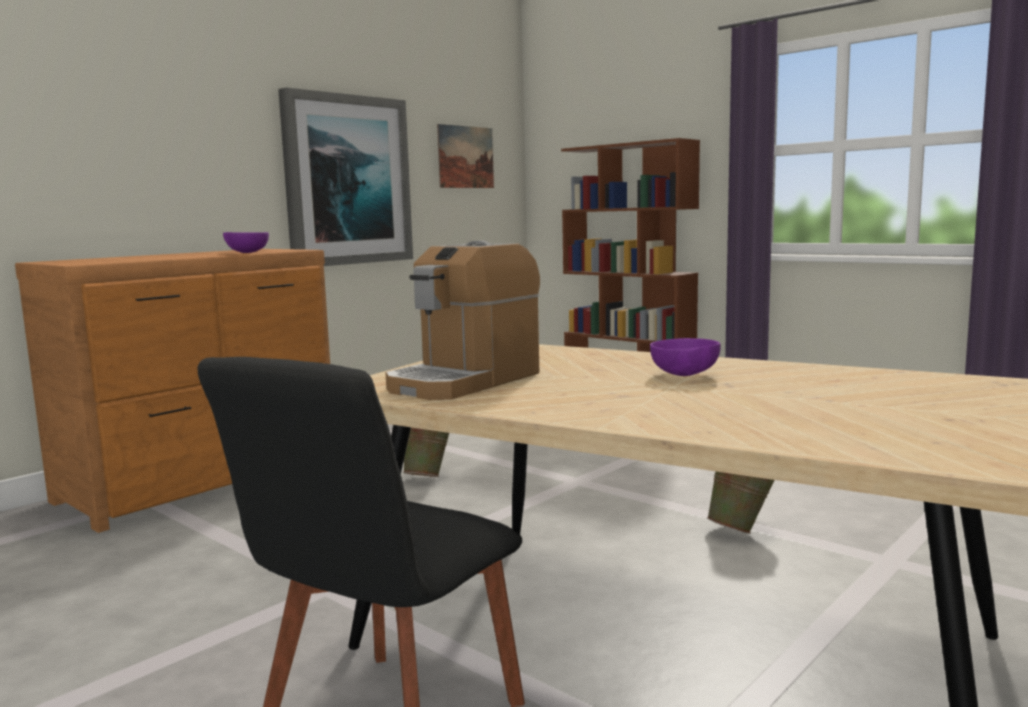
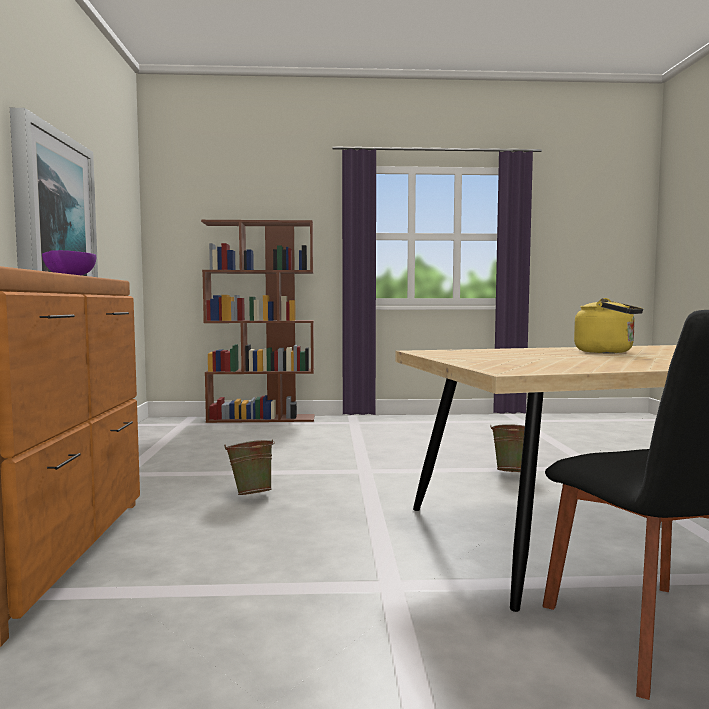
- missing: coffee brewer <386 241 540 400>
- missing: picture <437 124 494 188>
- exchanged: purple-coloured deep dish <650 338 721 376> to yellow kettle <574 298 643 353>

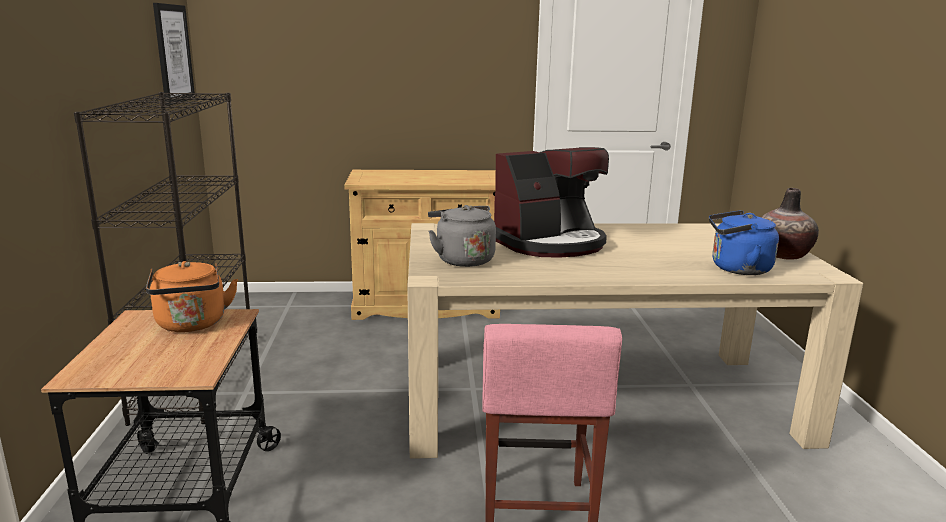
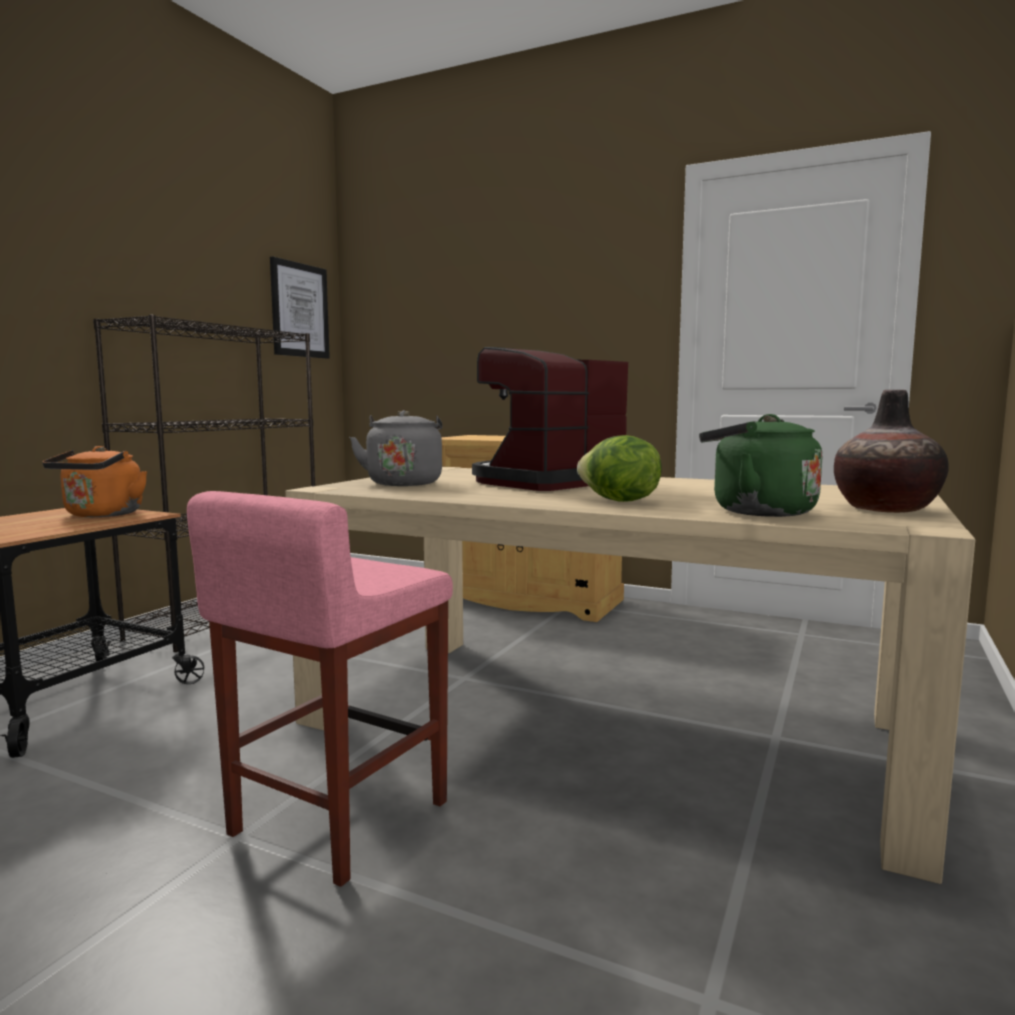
- spun: coffee brewer <494 147 609 258> = <472 347 628 491> 135 degrees clockwise
- colour: blue kettle <709 210 779 275> to green kettle <699 414 822 517>
- appeared: lettuce <577 435 662 502>

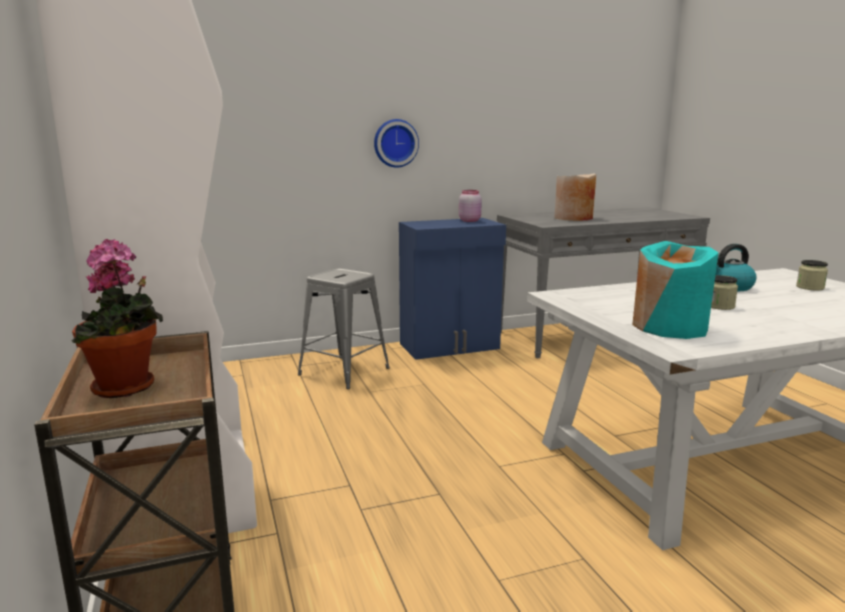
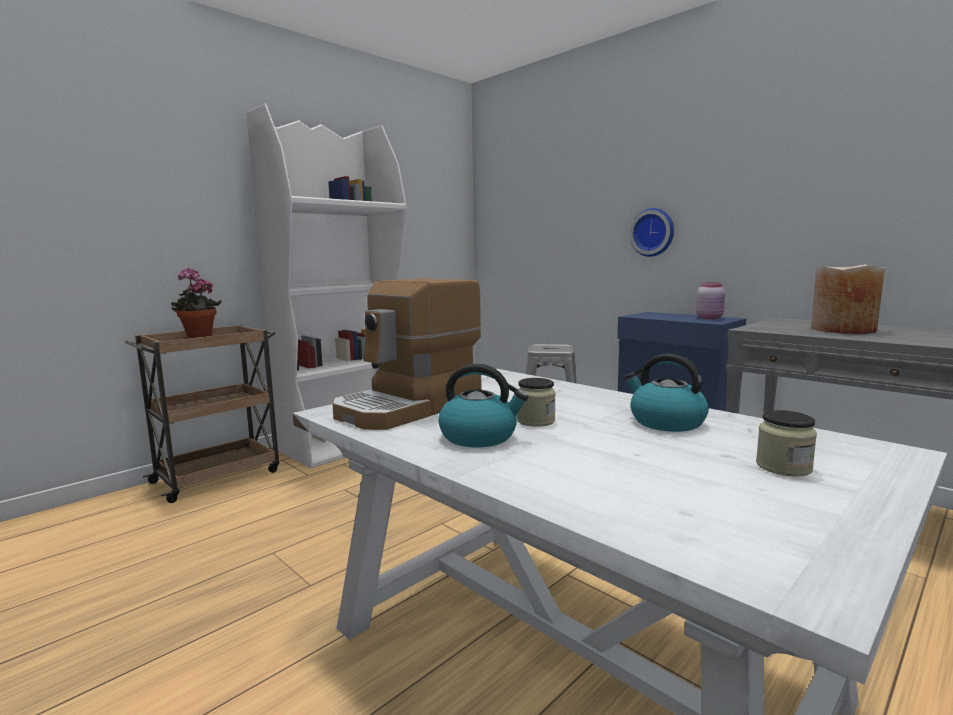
- exchanged: turquoise flower vase <632 241 719 339> to coffee brewer <332 279 482 430>
- appeared: kettle <438 364 529 447>

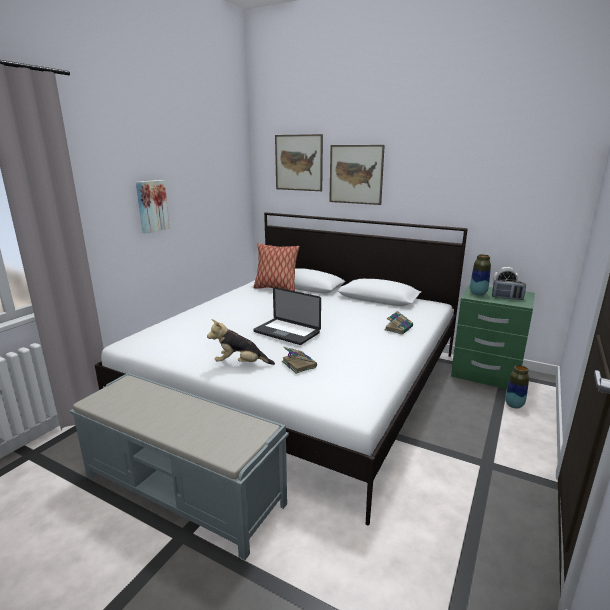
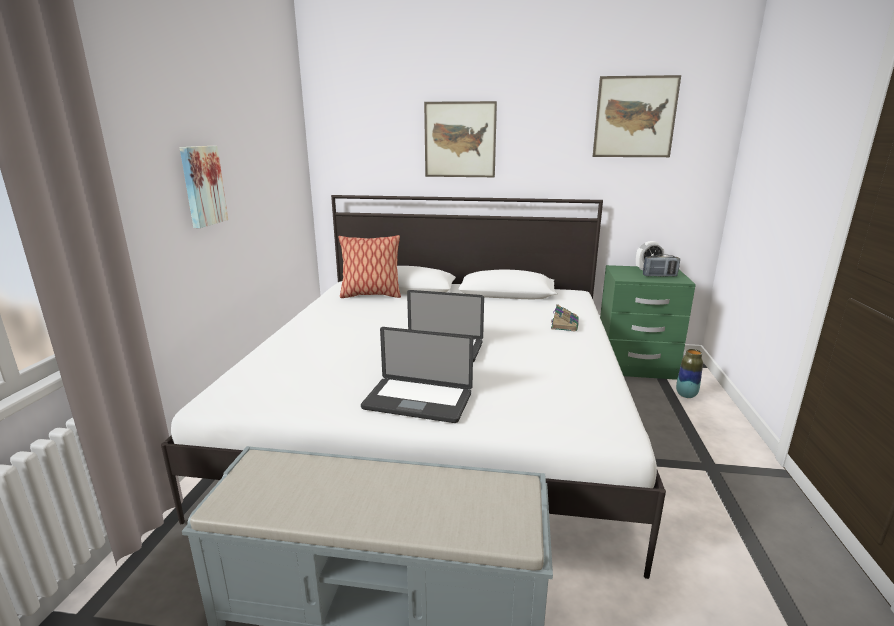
- exchanged: soft toy <207 319 275 365> to notebook computer <361 327 473 423>
- relocated: picture <275 134 323 191> to <592 75 681 157>
- missing: book <282 347 317 374>
- missing: flower vase <470 254 491 296>

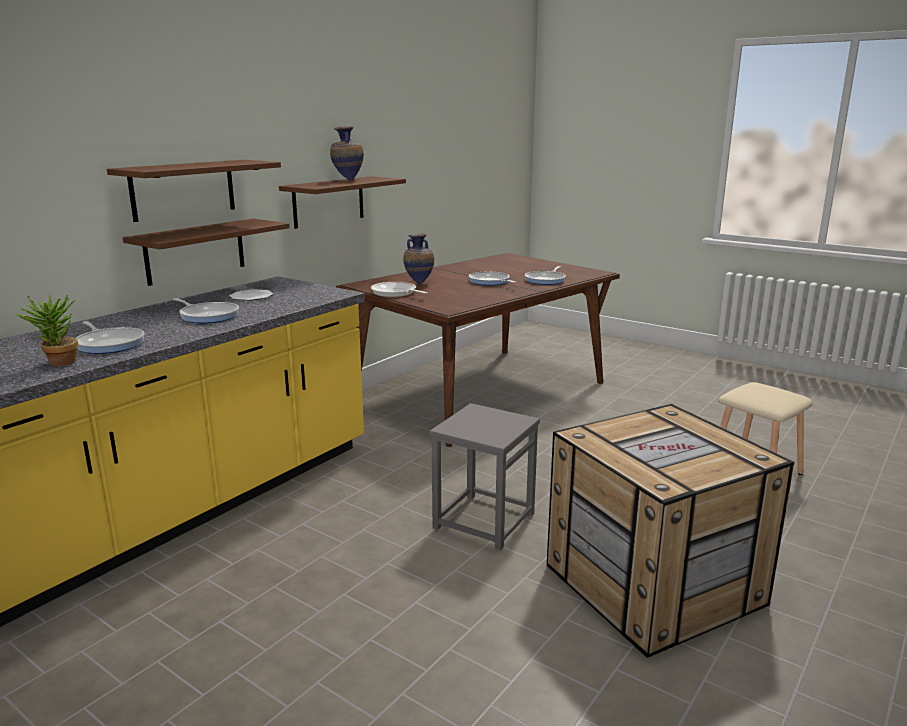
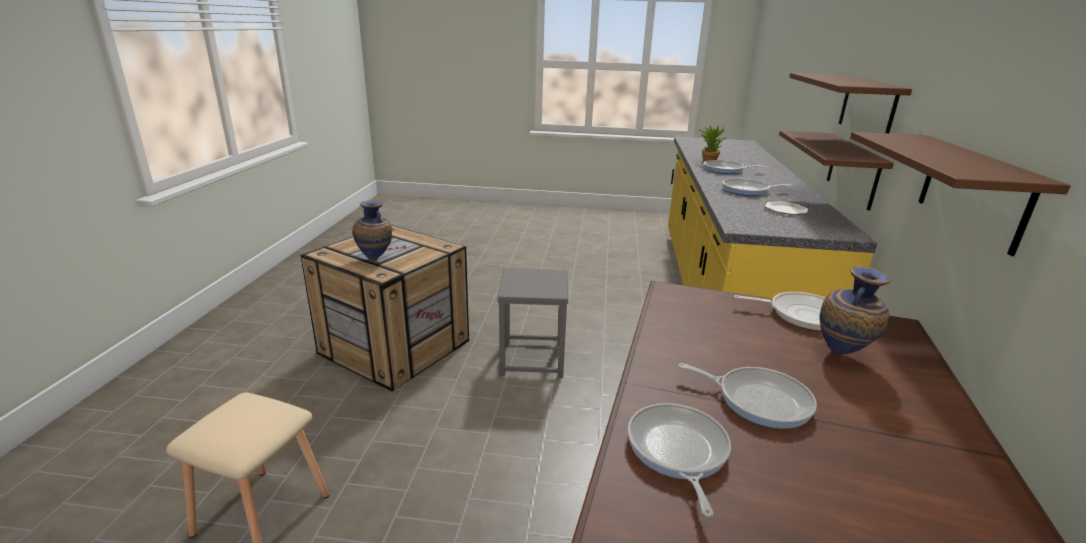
- relocated: flower vase <330 126 364 181> to <353 201 392 261>

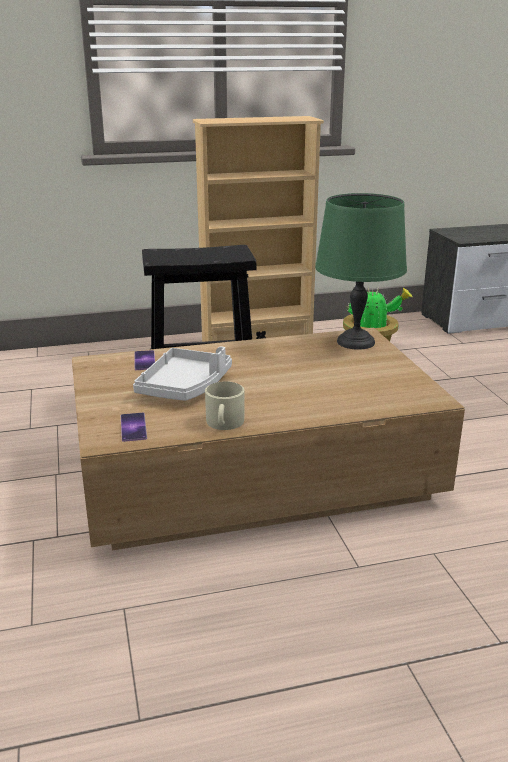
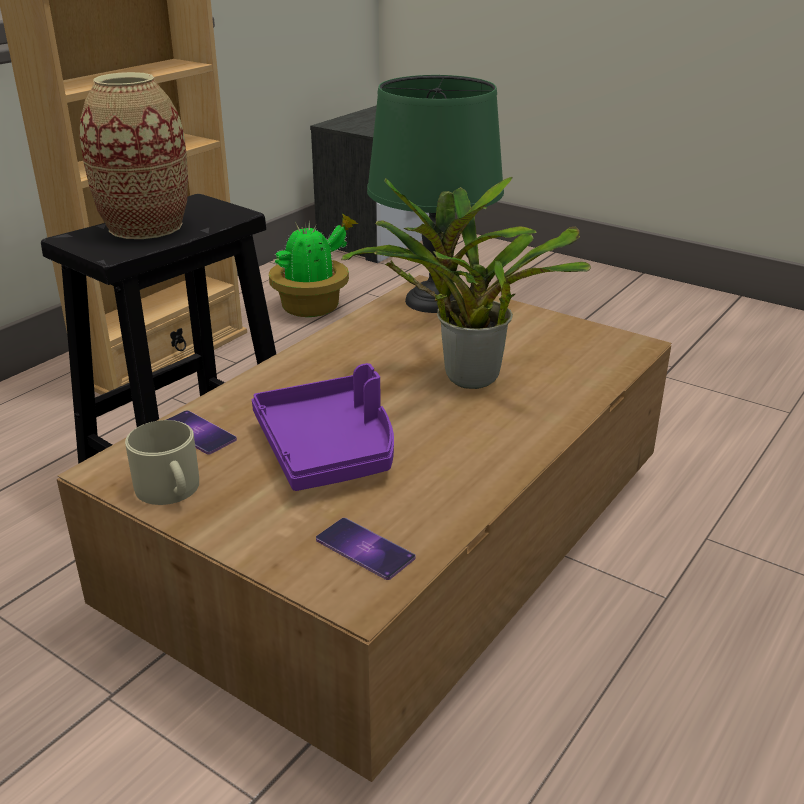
- colour: greyish carrying tray <133 347 232 401> to purple-coloured carrying tray <252 363 394 491>
- relocated: beige-coloured mug <205 381 244 430> to <125 420 199 505>
- appeared: flower vase <80 72 188 239>
- appeared: plant in a pot <341 176 591 389>

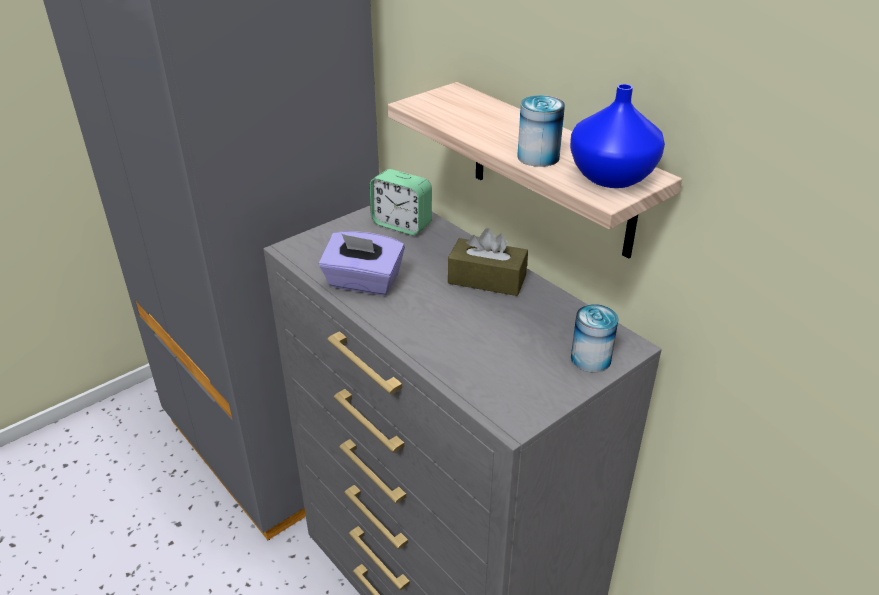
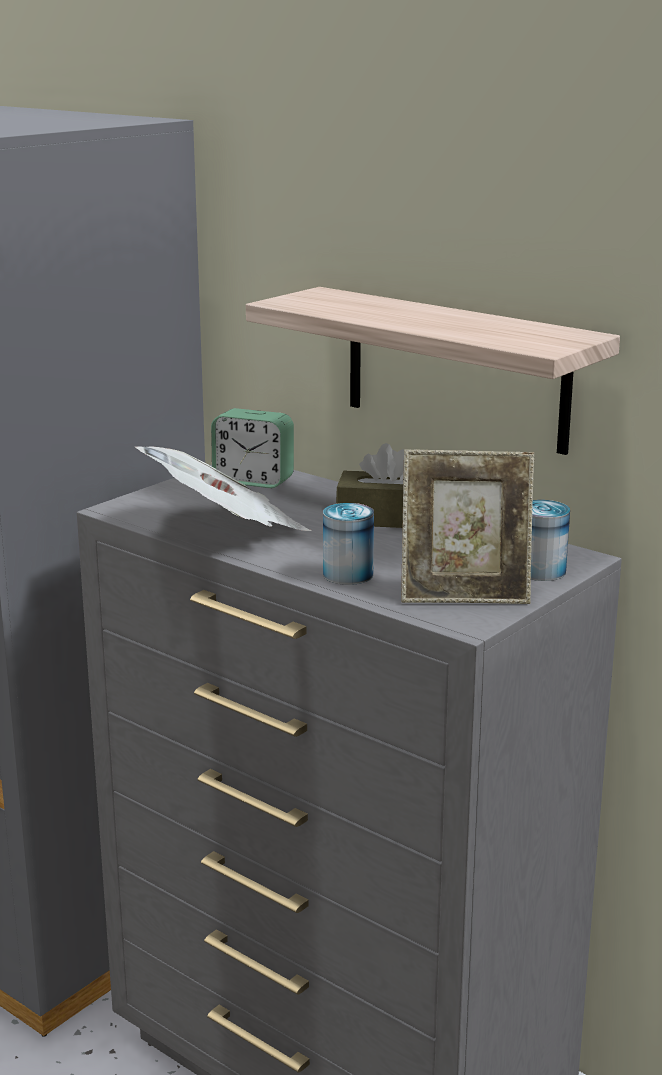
- exchanged: purple-coloured tissue holder <319 231 405 295> to newspaper <135 446 311 531>
- relocated: metal can <517 95 565 167> to <323 503 374 585>
- missing: blue flower vase <570 84 665 188>
- appeared: picture frame <401 449 534 604>

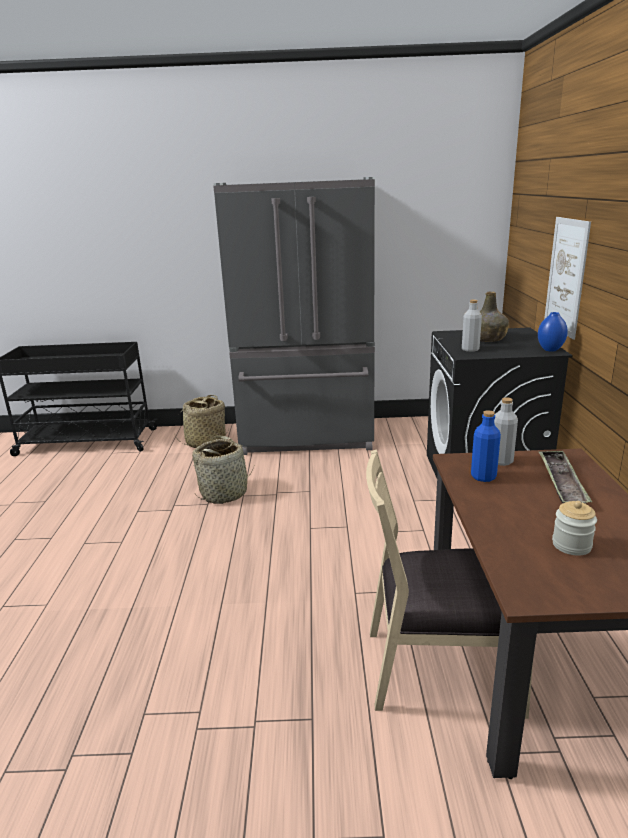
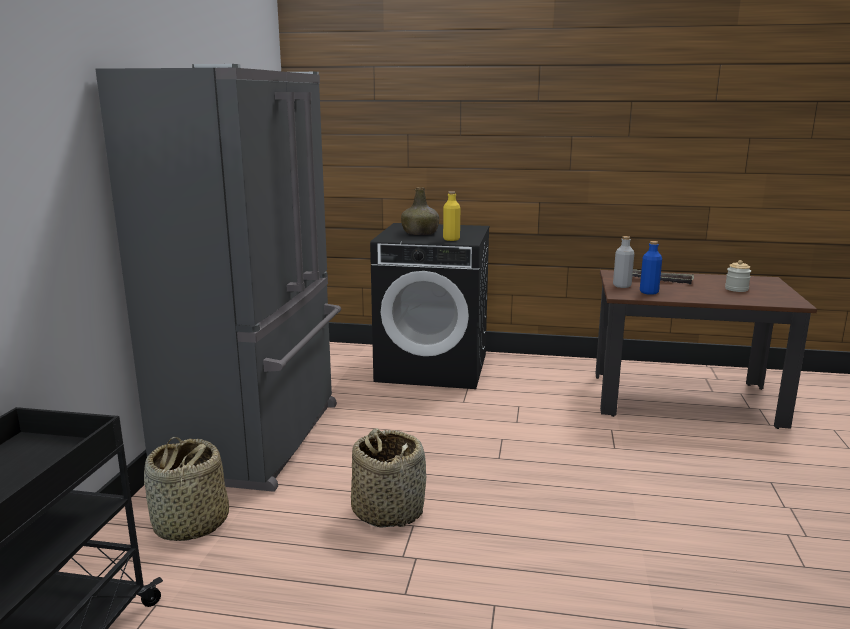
- missing: beige-coloured plain chair <366 449 533 719>
- colour: greyish drink bottle <462 300 482 352> to yellow drink bottle <443 191 460 241>
- missing: blue flower vase <538 312 568 352>
- missing: picture <544 217 591 339>

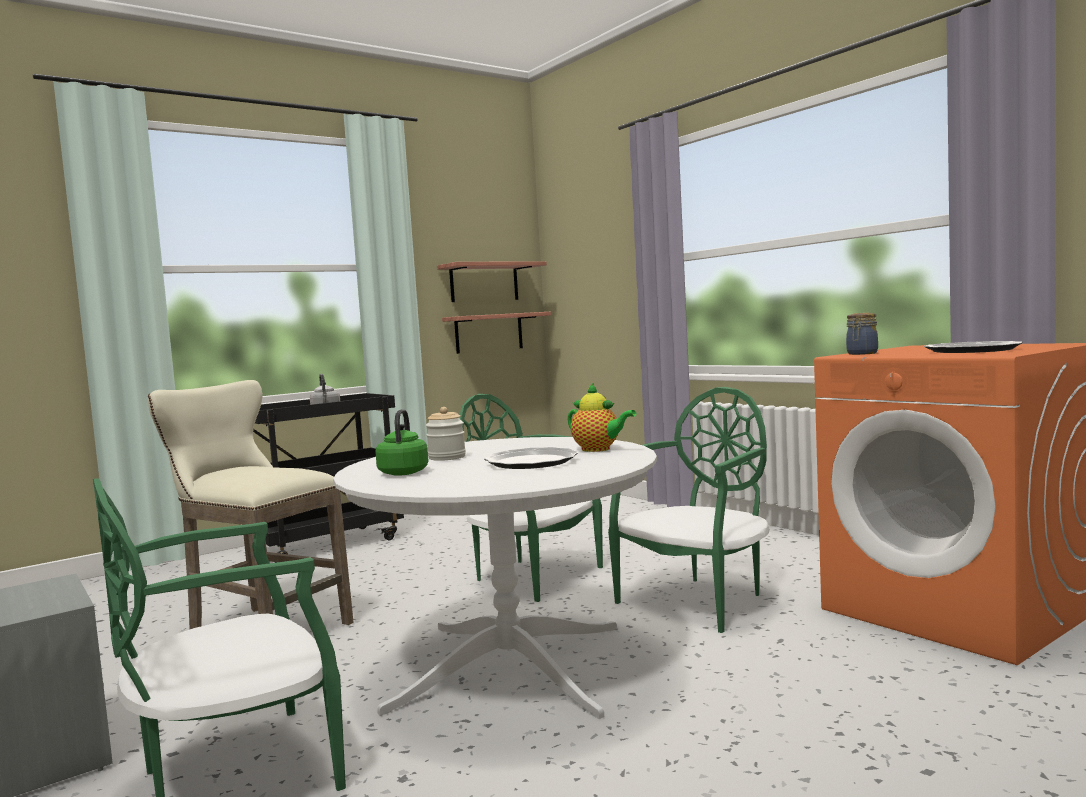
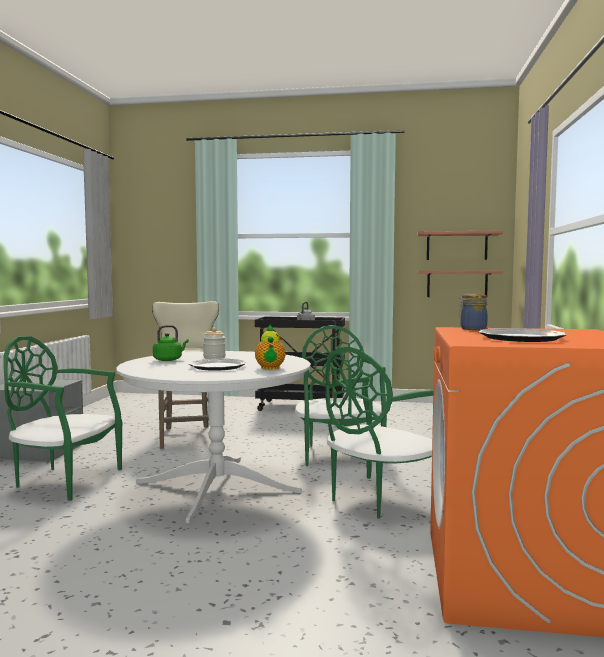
- spun: green plain chair <608 387 770 633> = <325 347 433 519> 135 degrees clockwise

